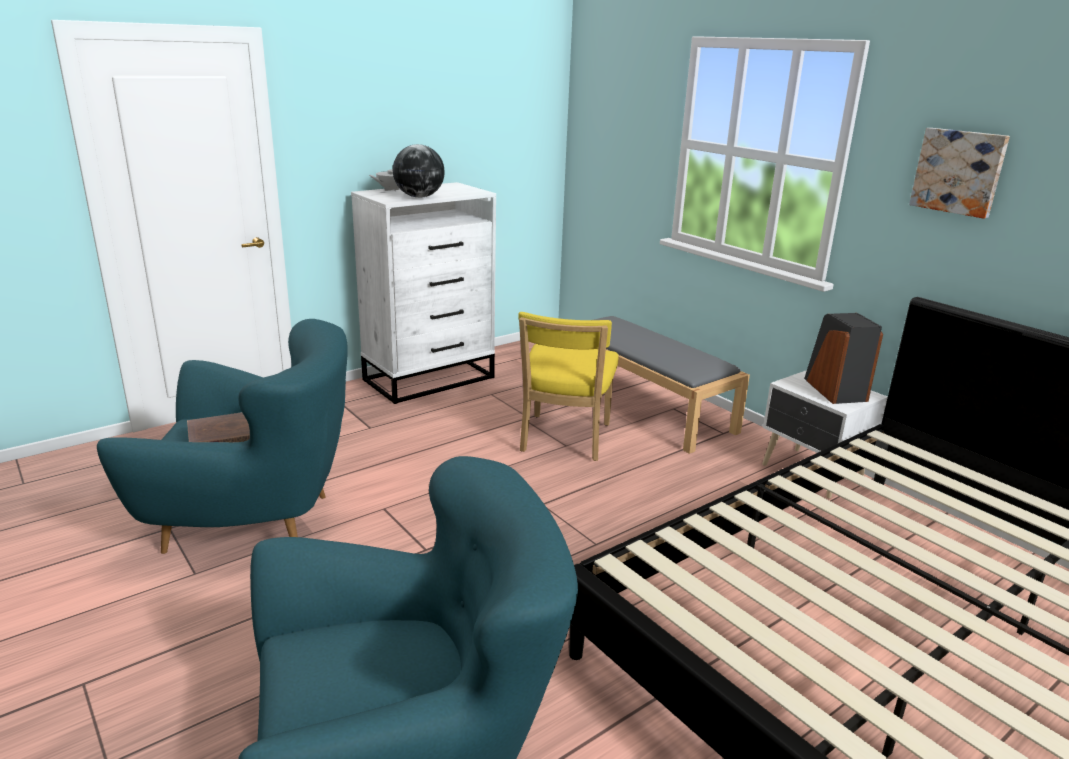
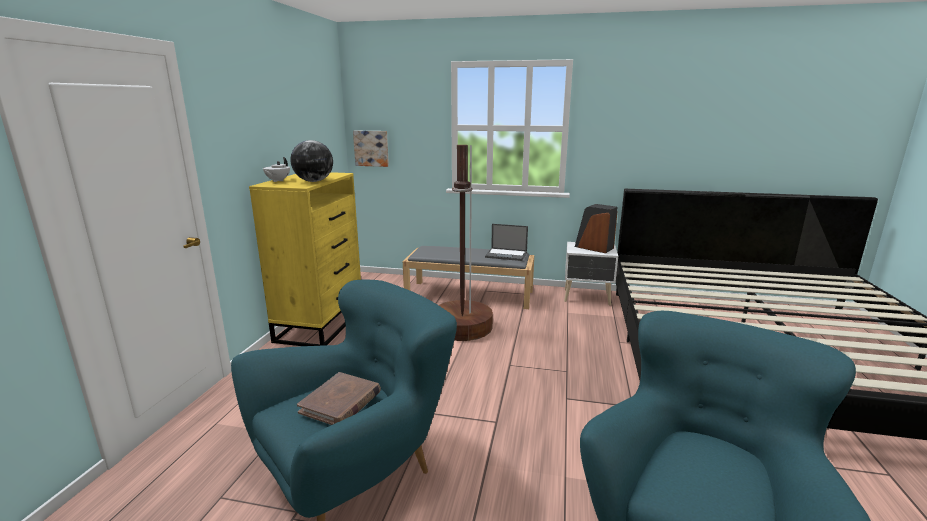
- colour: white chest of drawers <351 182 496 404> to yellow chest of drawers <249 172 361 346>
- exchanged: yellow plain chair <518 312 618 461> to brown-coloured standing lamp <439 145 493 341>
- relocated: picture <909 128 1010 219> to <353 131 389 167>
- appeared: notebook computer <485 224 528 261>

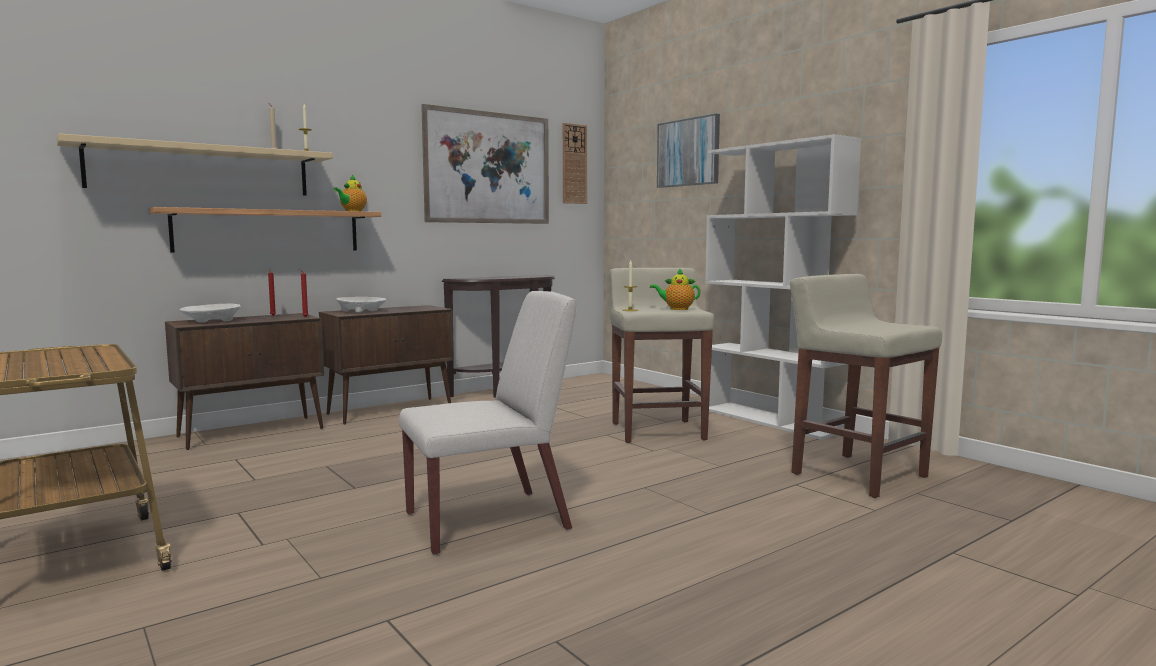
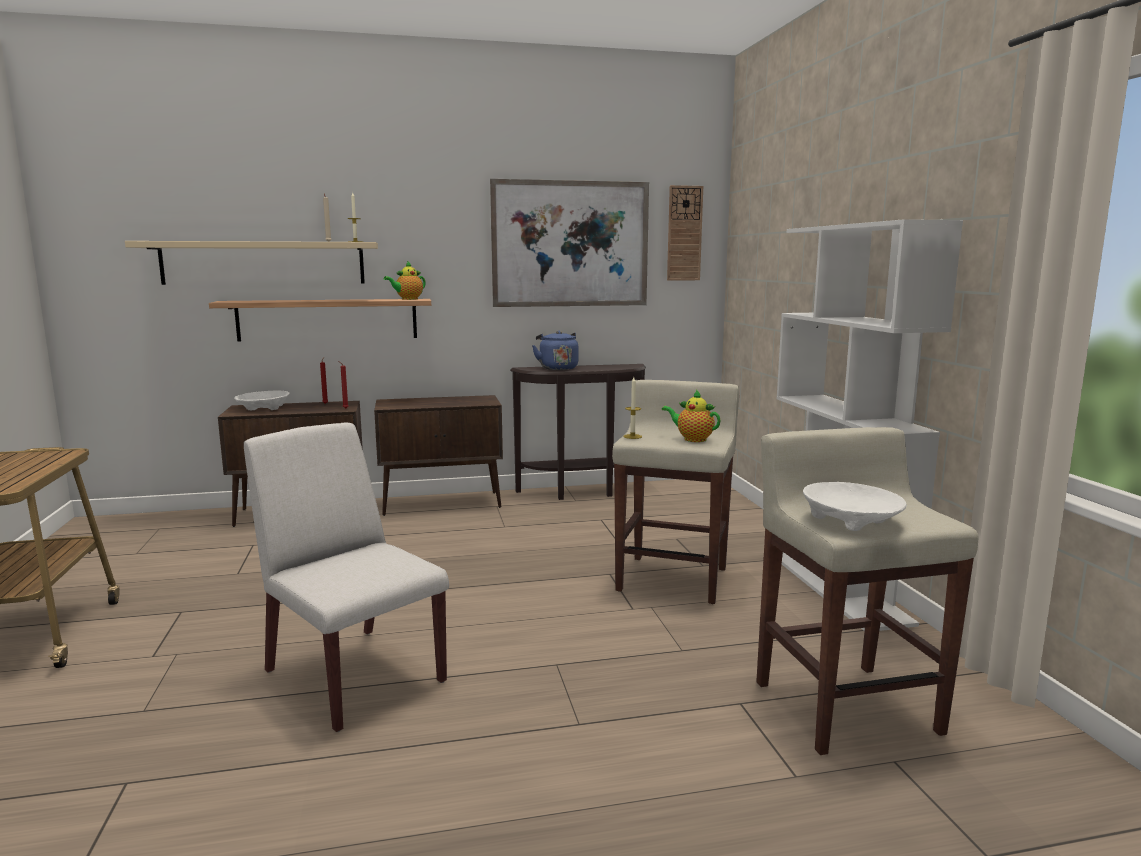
- relocated: white deep dish <336 297 386 313> to <803 482 907 531>
- spun: white plain chair <399 291 577 555> = <244 423 449 732> 135 degrees counterclockwise
- missing: picture <657 114 720 188>
- appeared: blue kettle <532 331 579 370>

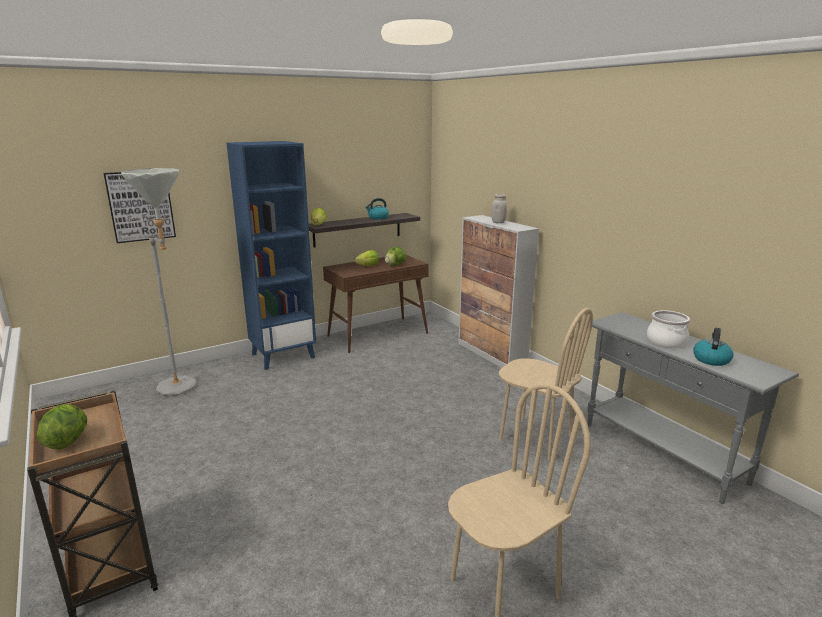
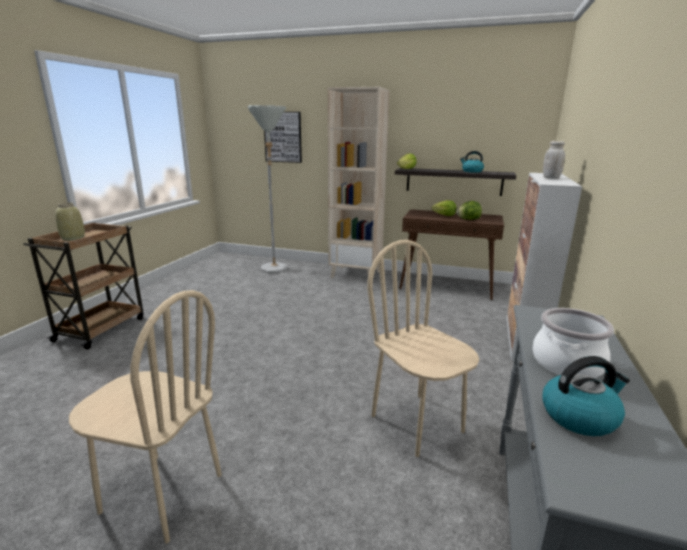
- exchanged: lettuce <37 404 87 449> to beige-coloured flower vase <55 202 85 241>
- colour: blue shelving unit <227 141 316 370> to beige-coloured shelving unit <328 87 390 278>
- spun: beige-coloured plain chair <499 308 593 461> = <367 240 479 457> 150 degrees clockwise

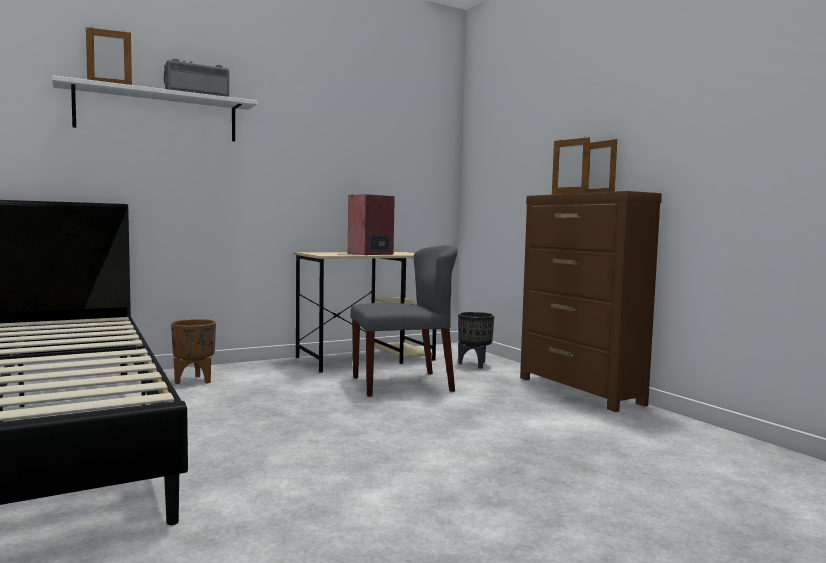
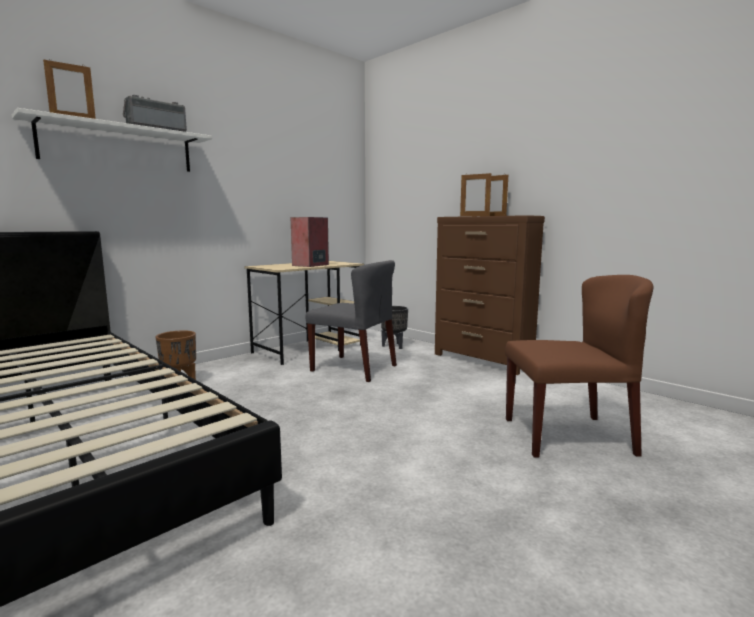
- spun: greyish plain chair <350 245 457 397> = <305 260 397 382> 60 degrees clockwise
- appeared: brown-coloured plain chair <505 275 654 458>

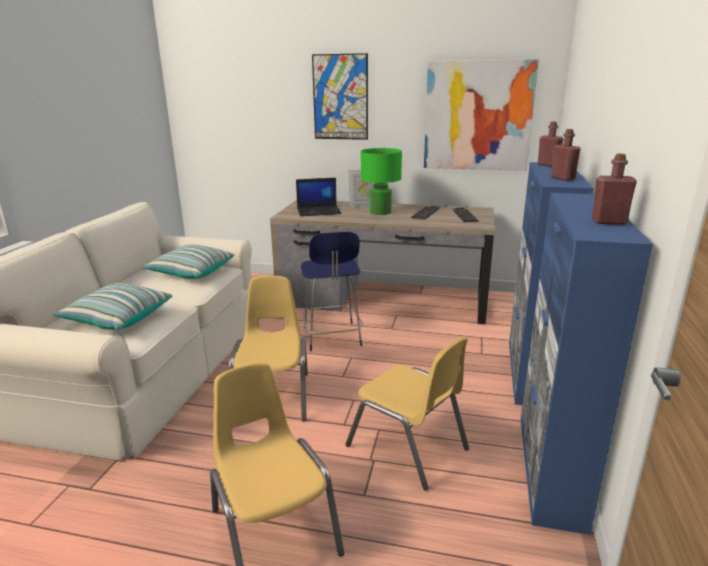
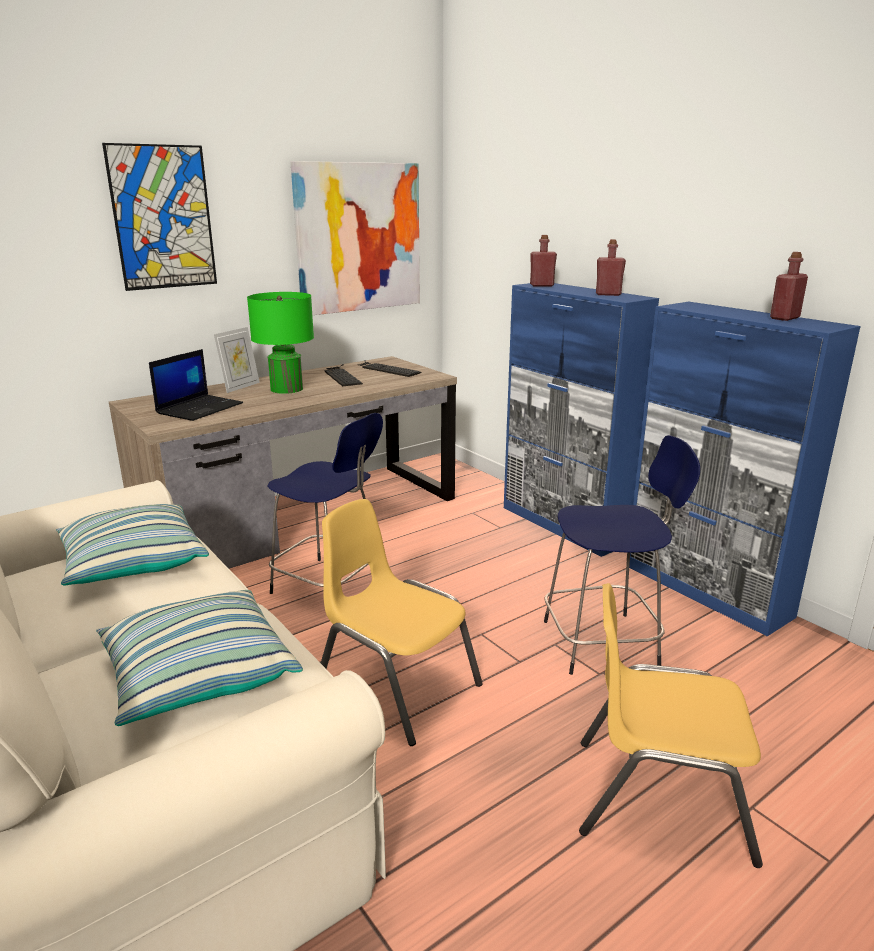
- exchanged: yellow plain chair <345 336 469 490> to blue sitting stool <544 435 700 675>

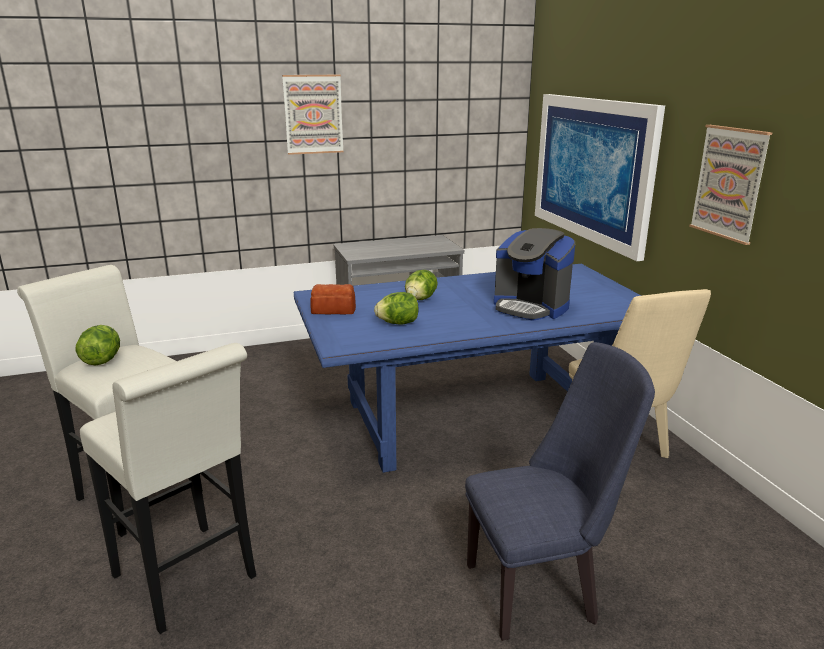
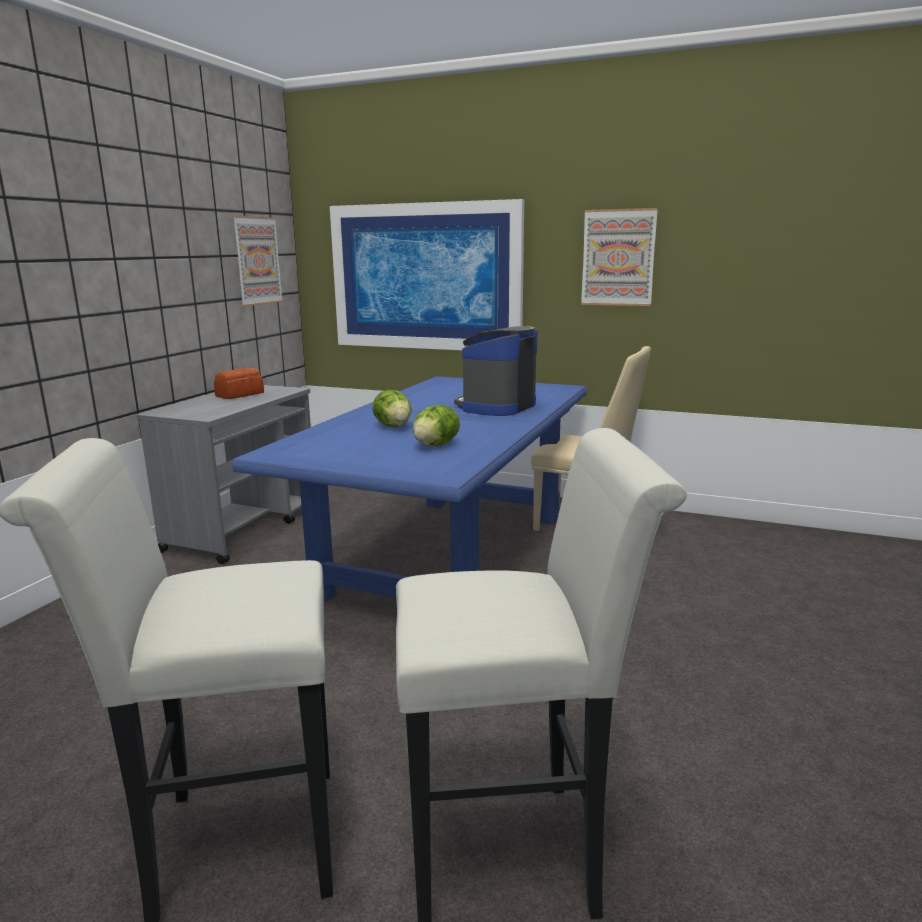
- missing: lettuce <76 325 120 366>
- relocated: picture <282 75 344 155> to <232 216 284 306>
- relocated: bakery bread <310 284 356 315> to <214 367 264 399>
- missing: blue plain chair <465 342 655 641>
- spun: coffee brewer <494 228 575 321> = <454 326 538 416> 135 degrees clockwise

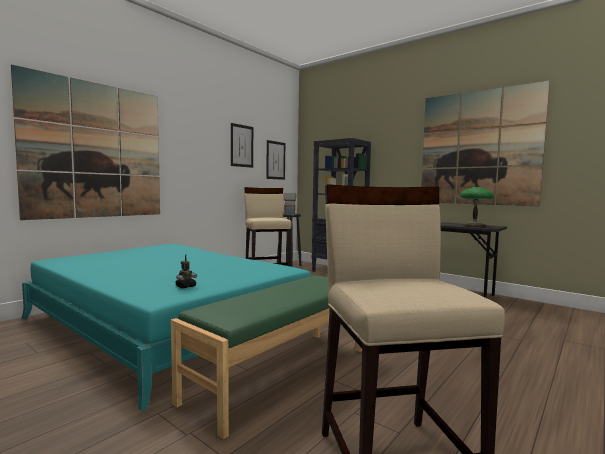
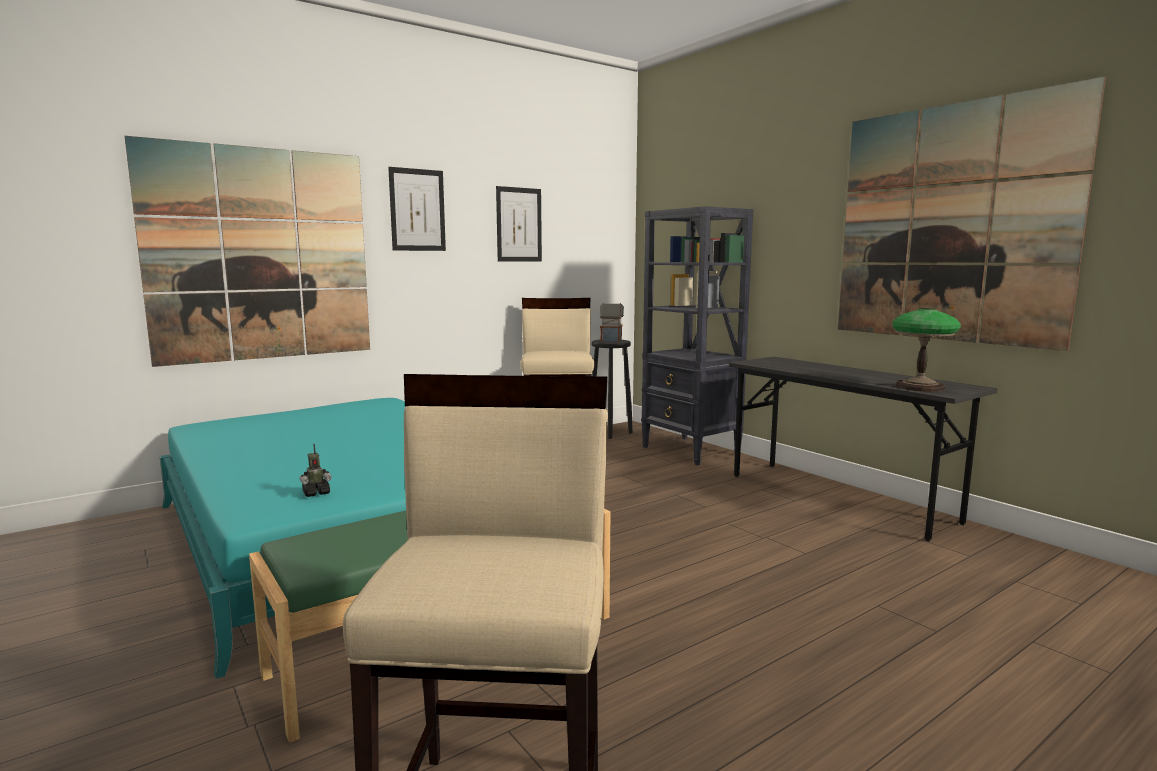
- relocated: picture <266 140 285 180> to <388 167 446 251>

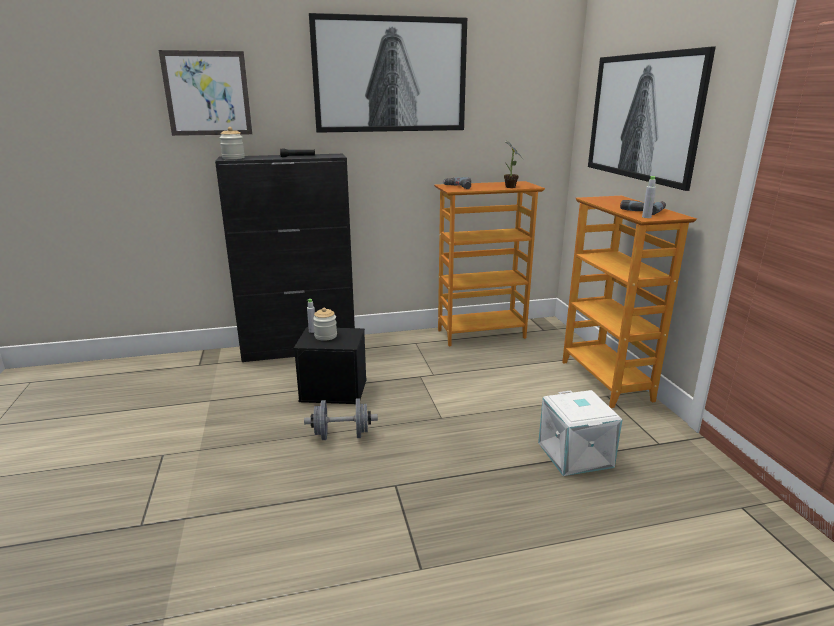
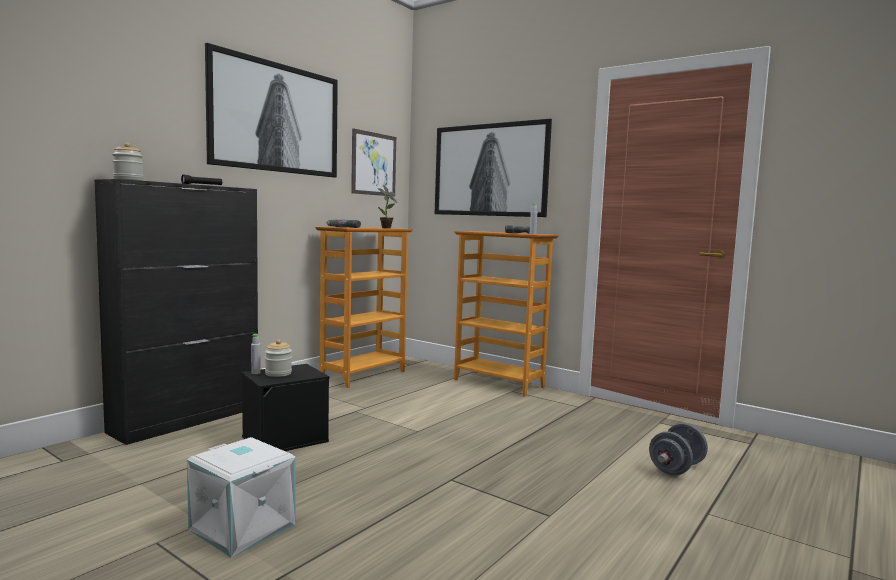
- relocated: picture <159 50 252 136> to <351 128 396 197>
- relocated: greyish dumbbell <304 398 378 440> to <649 423 708 476>
- relocated: white storage bin <538 390 622 476> to <187 437 296 557>

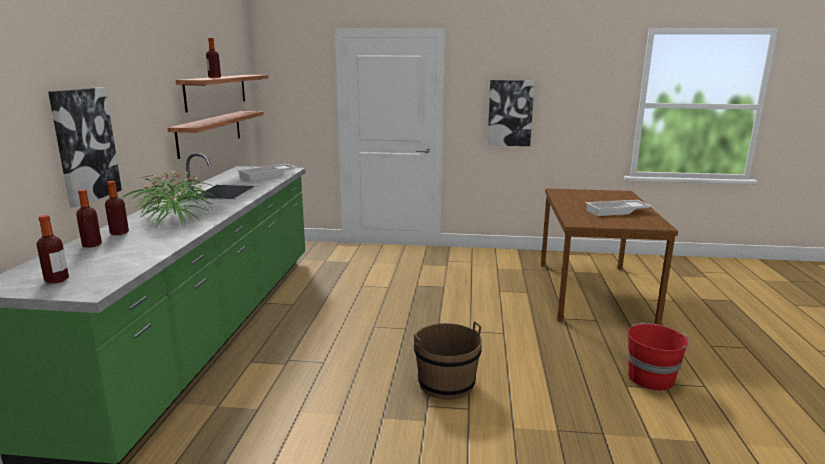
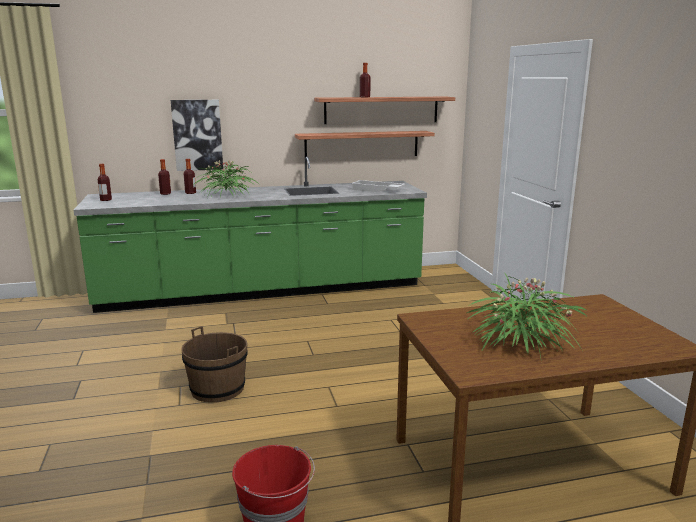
- missing: picture <487 80 535 146>
- exchanged: white carrying tray <585 200 651 216> to plant in a pot <467 272 586 358>

